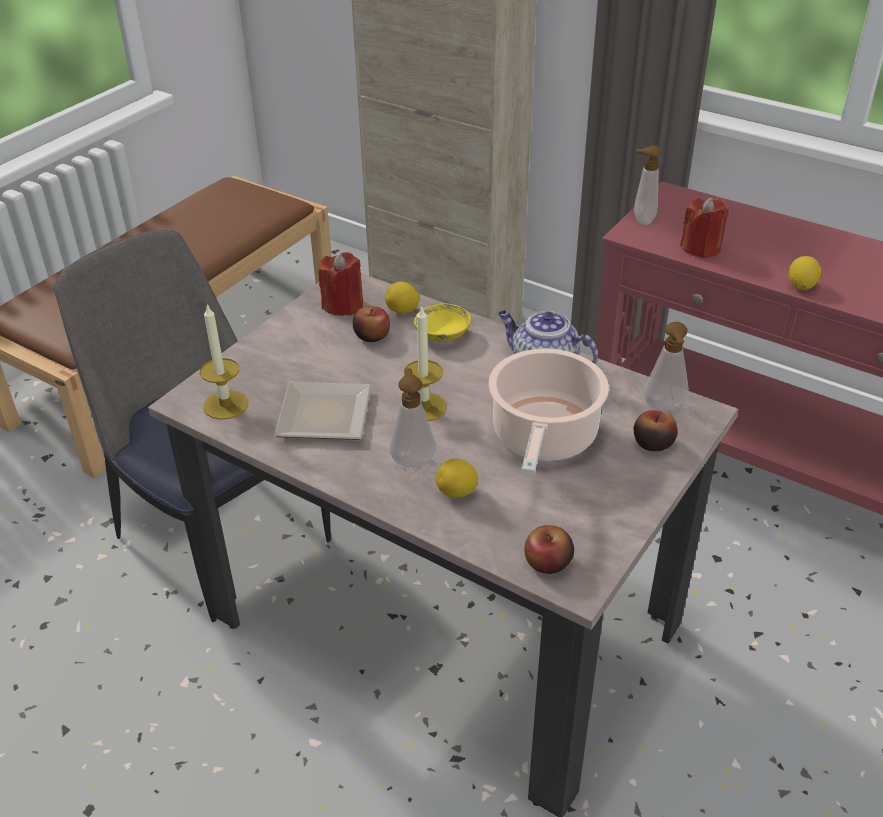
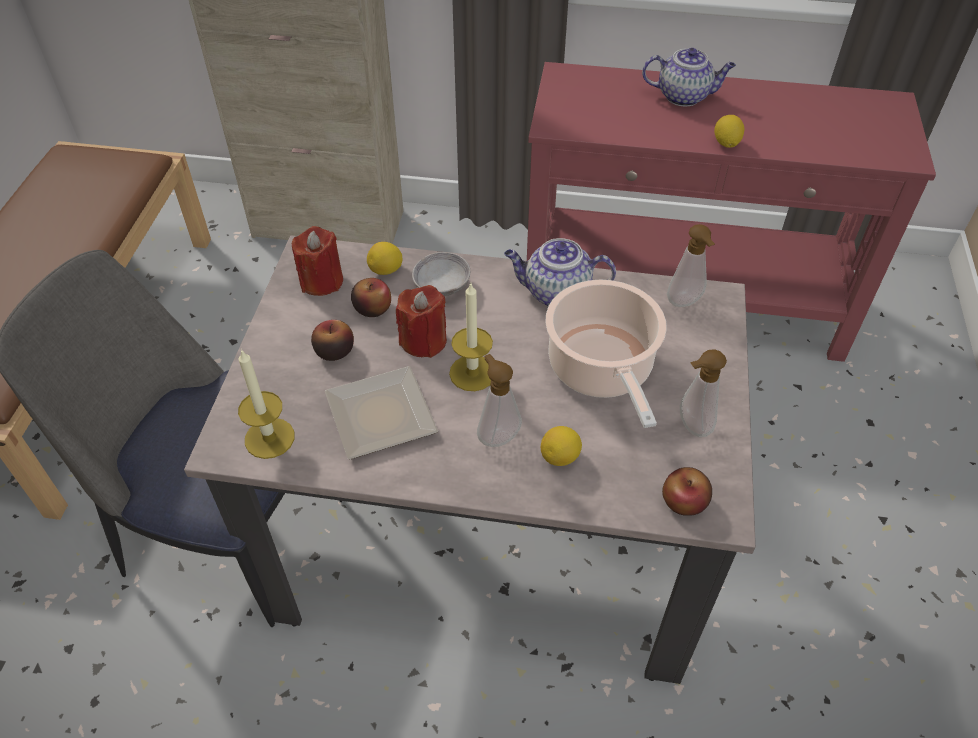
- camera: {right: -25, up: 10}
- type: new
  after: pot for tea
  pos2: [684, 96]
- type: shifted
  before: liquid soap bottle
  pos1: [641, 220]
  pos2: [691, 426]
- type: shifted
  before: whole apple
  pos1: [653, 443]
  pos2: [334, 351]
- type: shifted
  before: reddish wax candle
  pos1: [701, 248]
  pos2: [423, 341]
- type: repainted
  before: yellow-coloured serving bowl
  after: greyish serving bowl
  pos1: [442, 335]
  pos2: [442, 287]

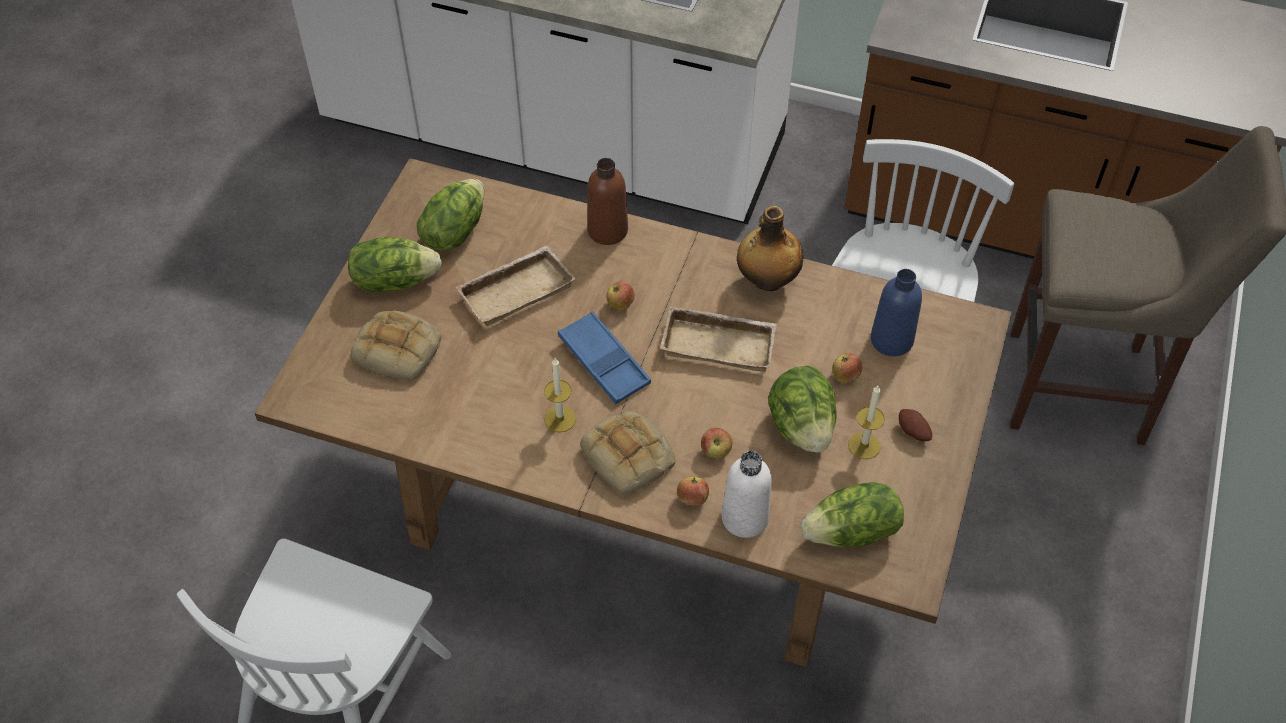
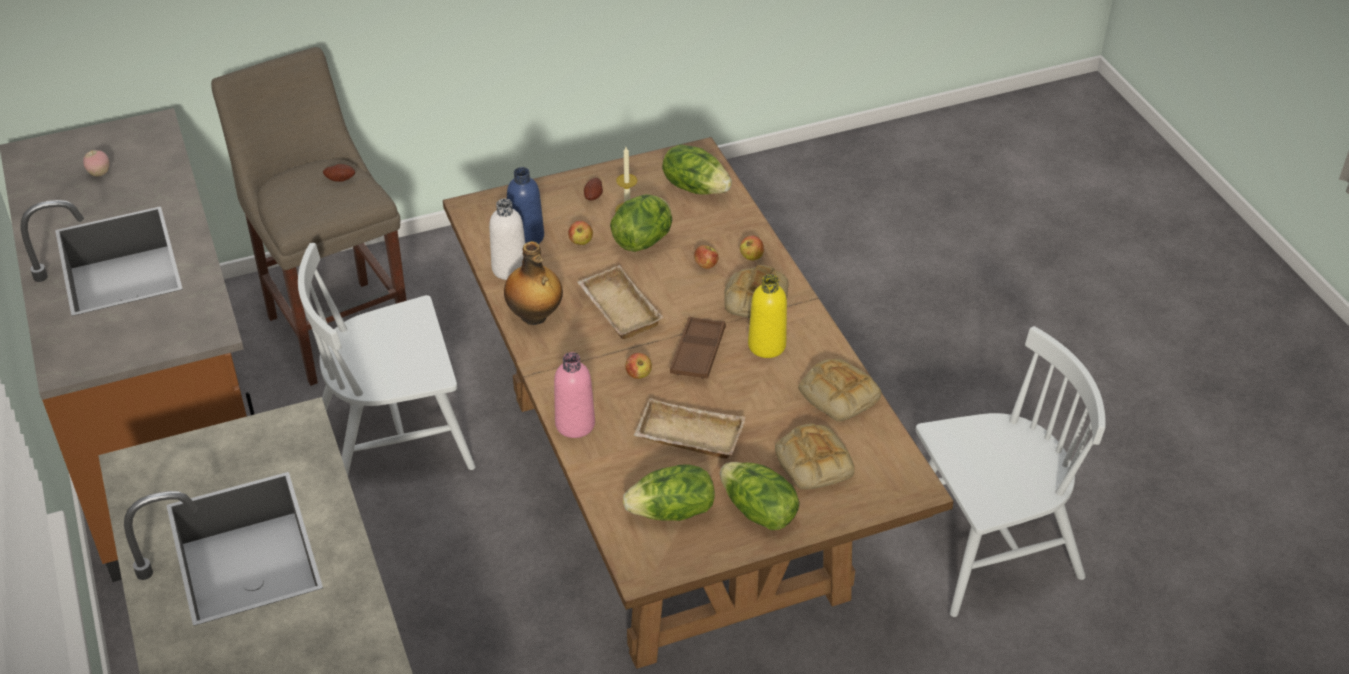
- camera: {right: -130, up: -10}
- type: new
  after: whole apple
  pos2: [99, 173]
- type: new
  after: potato
  pos2: [340, 179]
- type: new
  after: baked bread
  pos2: [837, 395]
- type: shifted
  before: white-coloured drink bottle
  pos1: [744, 518]
  pos2: [510, 269]
- type: swapped
  before: wax candle
  after: yellow-coloured drink bottle
  pos1: [560, 419]
  pos2: [766, 345]
- type: repainted
  before: bluish tray
  after: brown-coloured tray
  pos1: [604, 362]
  pos2: [698, 353]
- type: repainted
  before: brown-coloured drink bottle
  after: pink drink bottle
  pos1: [607, 230]
  pos2: [575, 424]

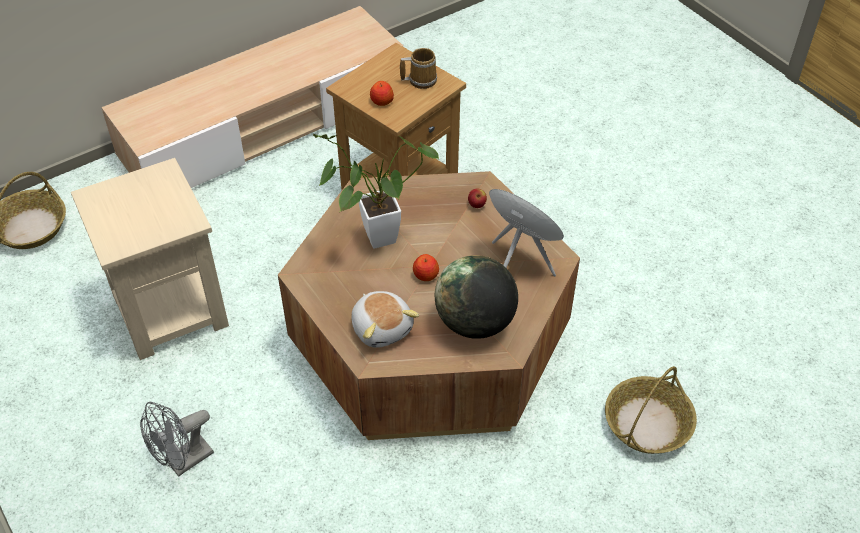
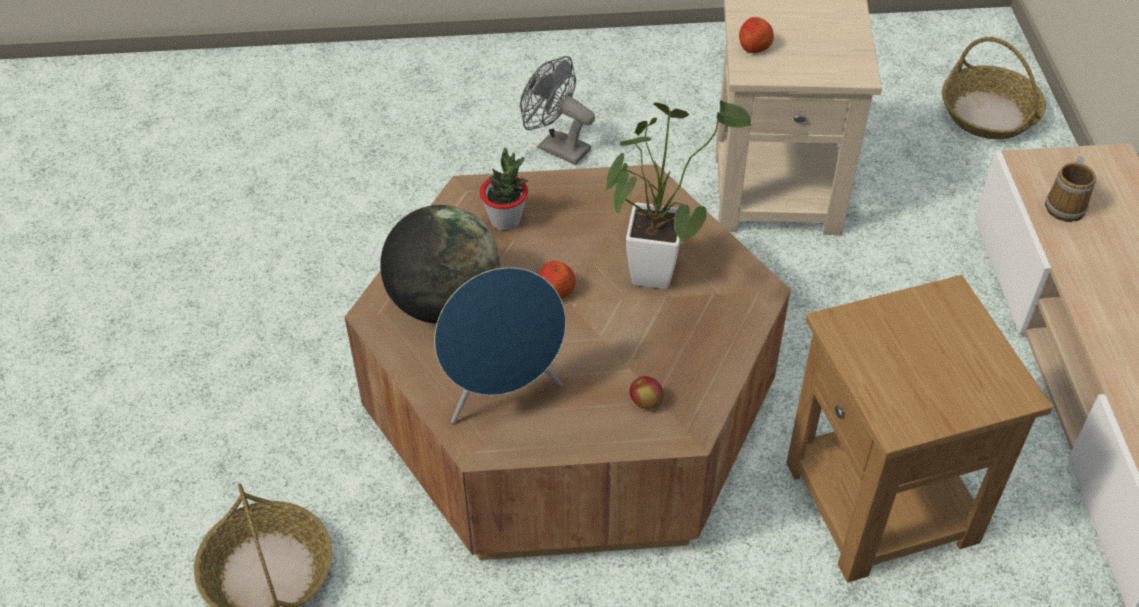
- camera: {right: 120, up: 0}
- type: shifted
  before: whole apple
  pos1: [381, 101]
  pos2: [754, 47]
- type: shifted
  before: tea mug
  pos1: [420, 80]
  pos2: [1067, 206]
- type: swapped
  before: soft toy
  after: potted plant
  pos1: [382, 327]
  pos2: [505, 220]
- type: rotated
  before: greyish cooling fan
  pos1: [183, 462]
  pos2: [556, 147]
  turn: -45

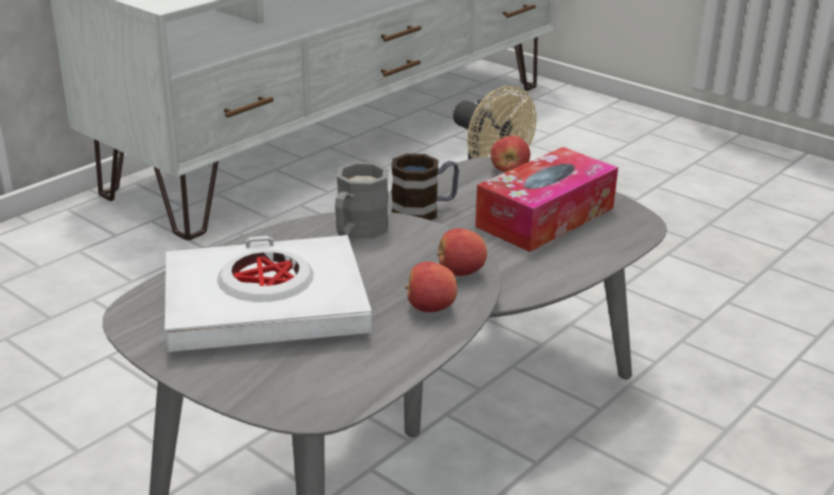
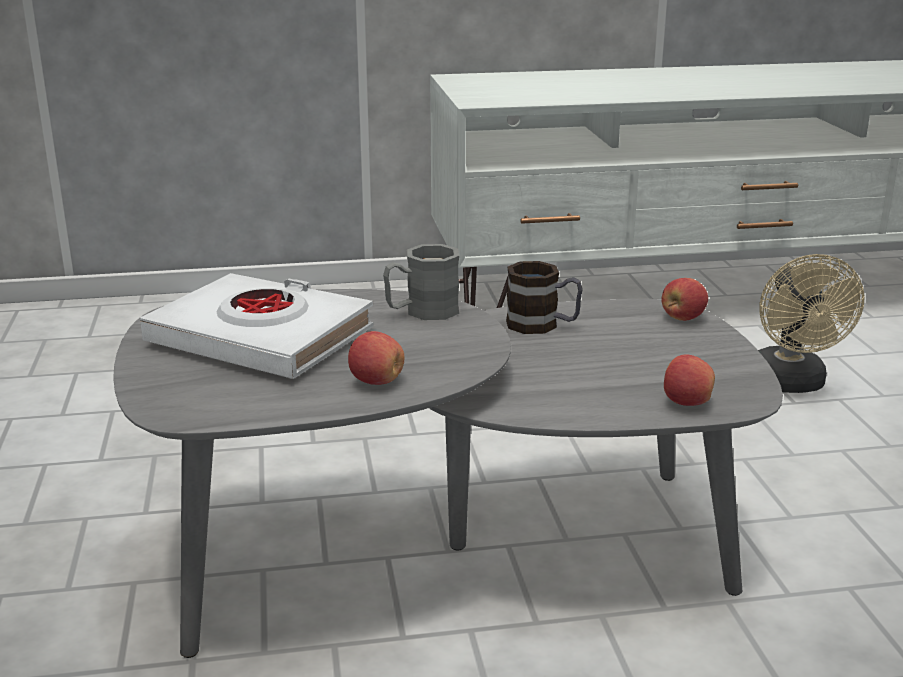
- camera: {right: 40, up: -5}
- type: gone
  before: box of tissues
  pos1: [545, 217]
- type: shifted
  before: whole apple
  pos1: [460, 272]
  pos2: [686, 402]

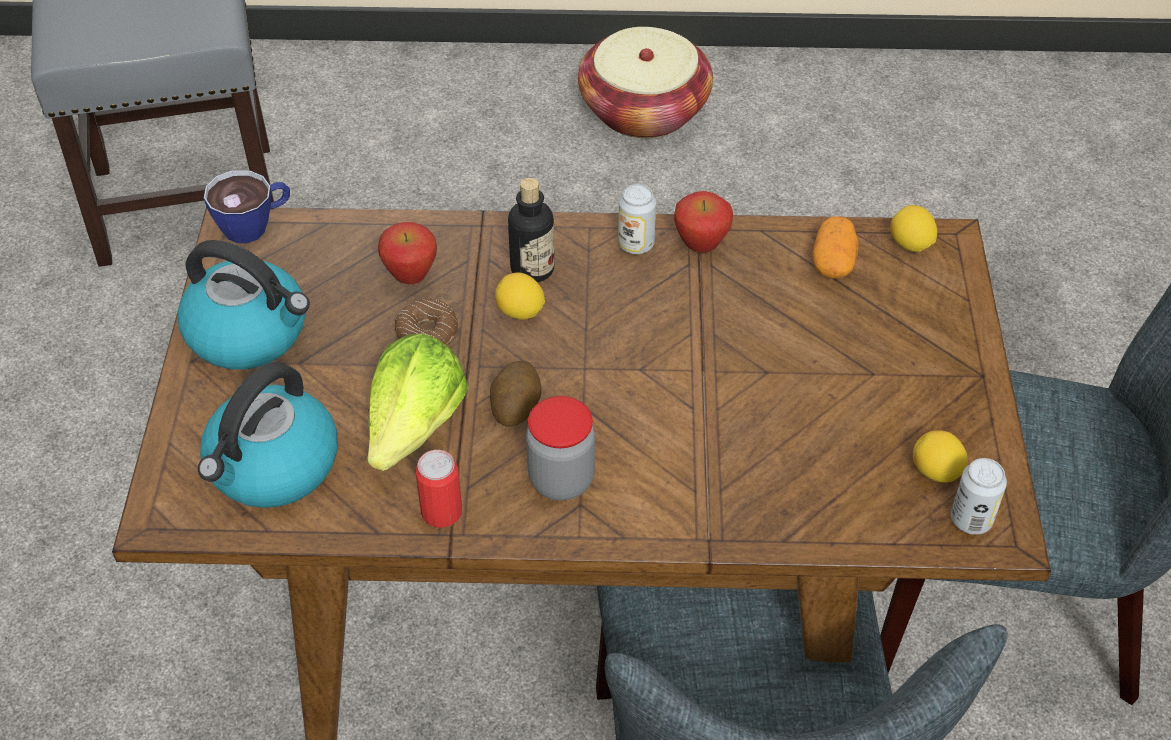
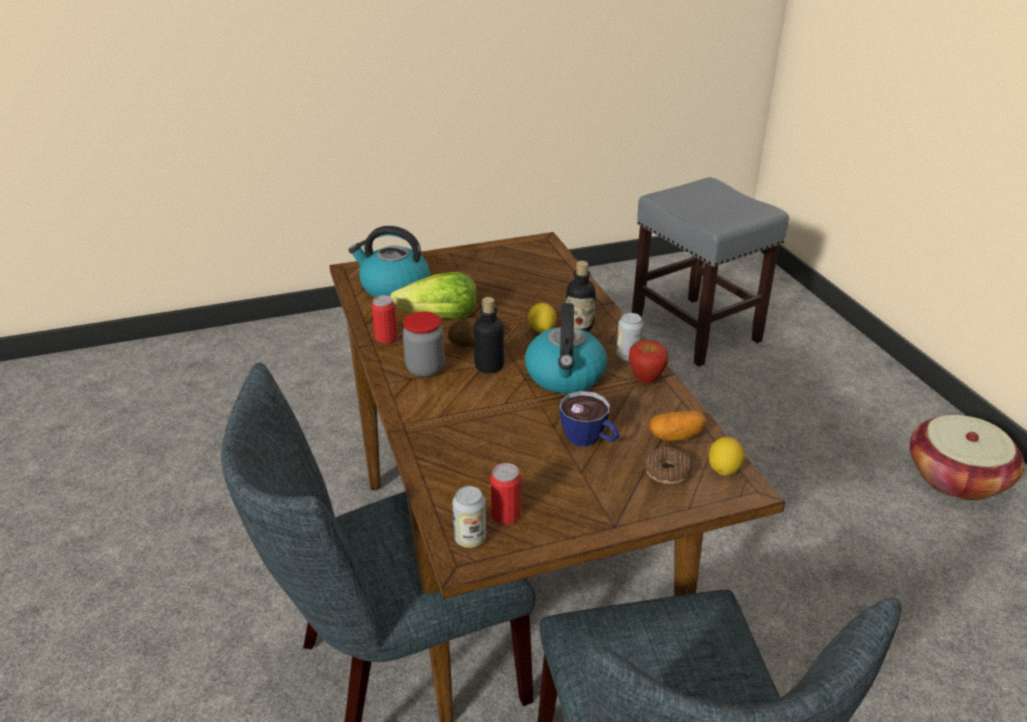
- camera: {right: 70, up: -15}
- type: gone
  before: whole apple
  pos1: [411, 277]
- type: new
  after: drink bottle
  pos2: [489, 366]
- type: shifted
  before: kettle
  pos1: [250, 333]
  pos2: [565, 376]
- type: shifted
  before: cup
  pos1: [255, 225]
  pos2: [589, 440]
- type: shifted
  before: ring doughnut
  pos1: [427, 332]
  pos2: [667, 471]
- type: swapped
  before: citrus fruit
  after: metal can
  pos1: [935, 472]
  pos2: [505, 515]

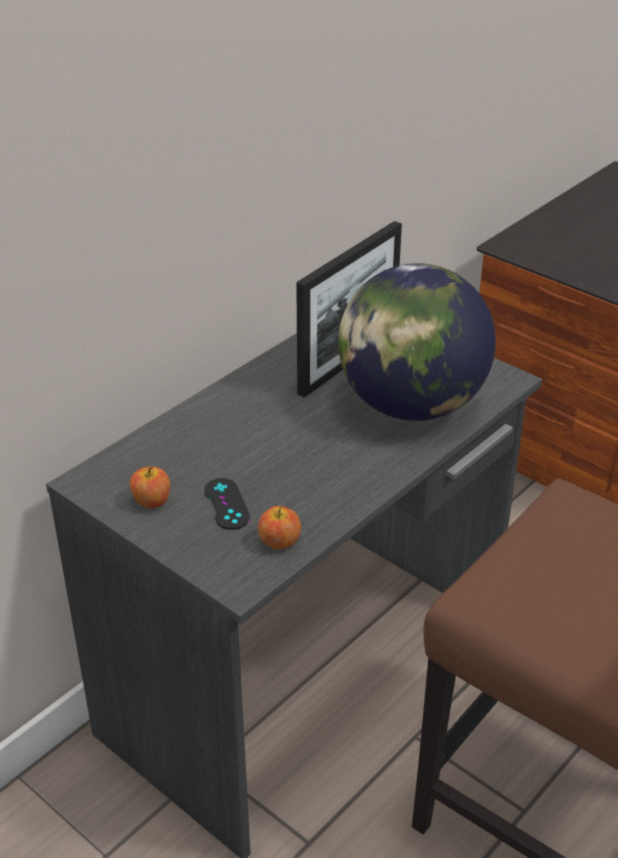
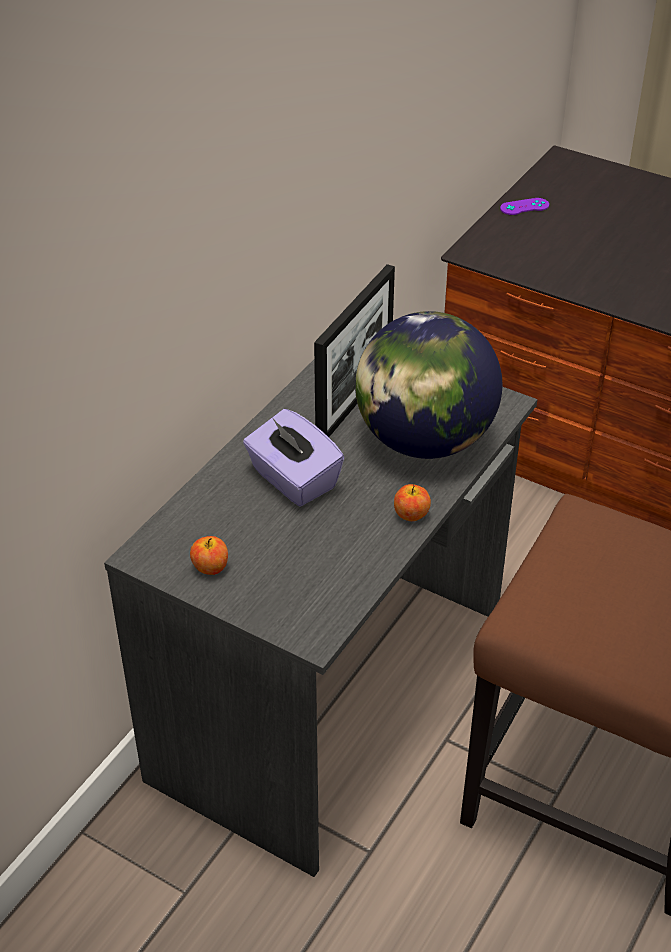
- camera: {right: -10, up: 5}
- type: gone
  before: black-coloured gamepad
  pos1: [226, 504]
- type: new
  after: purple-coloured box of tissues
  pos2: [293, 480]
- type: new
  after: purple-coloured gamepad
  pos2: [524, 207]
- type: shifted
  before: whole apple
  pos1: [279, 542]
  pos2: [411, 515]

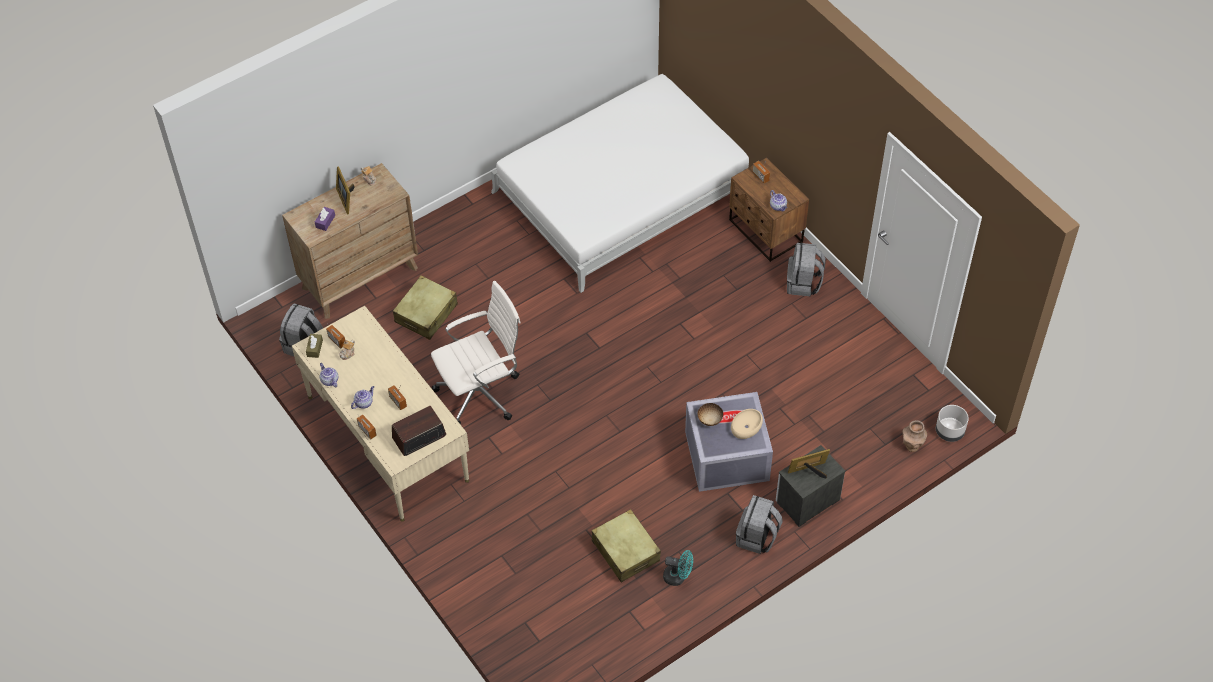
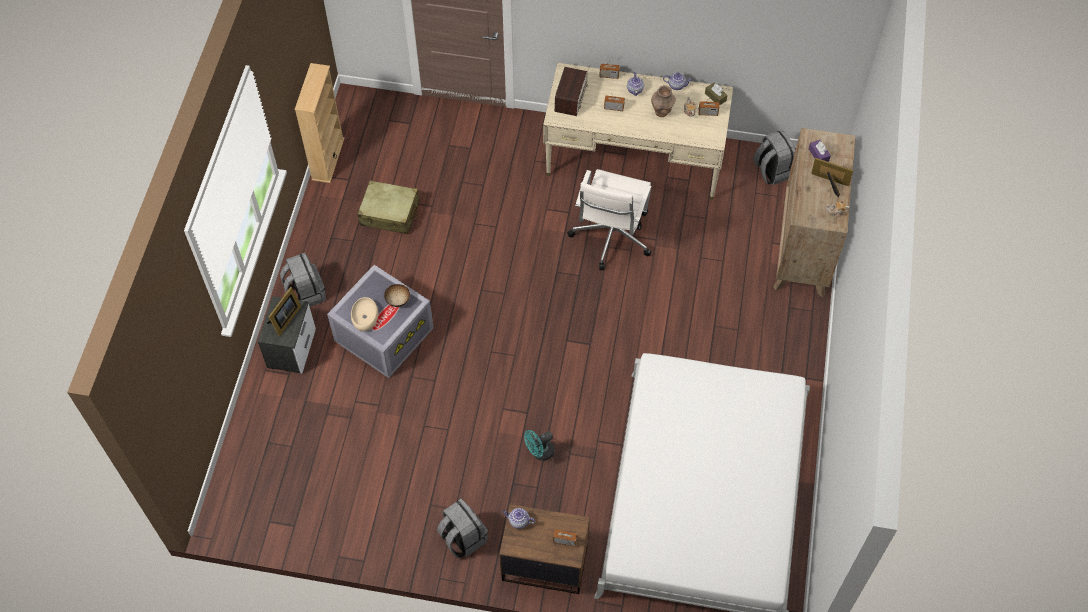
- camera: {right: 135, up: 5}
- type: gone
  before: sand-coloured piece of luggage
  pos1: [426, 313]
- type: gone
  before: greyish planter
  pos1: [949, 432]
- type: new
  after: sand-coloured bookshelf
  pos2: [327, 159]
- type: shifted
  before: blue-green cooling fan
  pos1: [678, 577]
  pos2: [539, 452]
- type: shifted
  before: brown-coloured vase
  pos1: [912, 446]
  pos2: [661, 112]

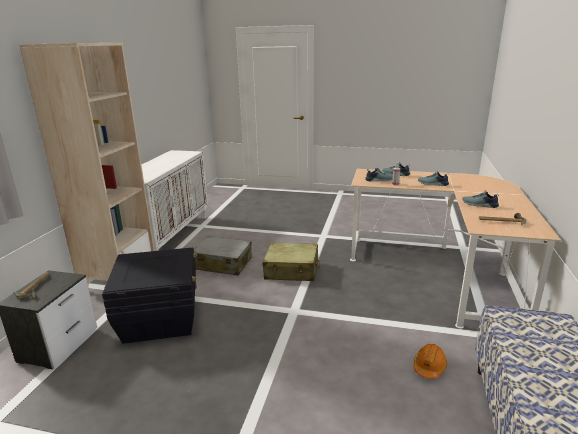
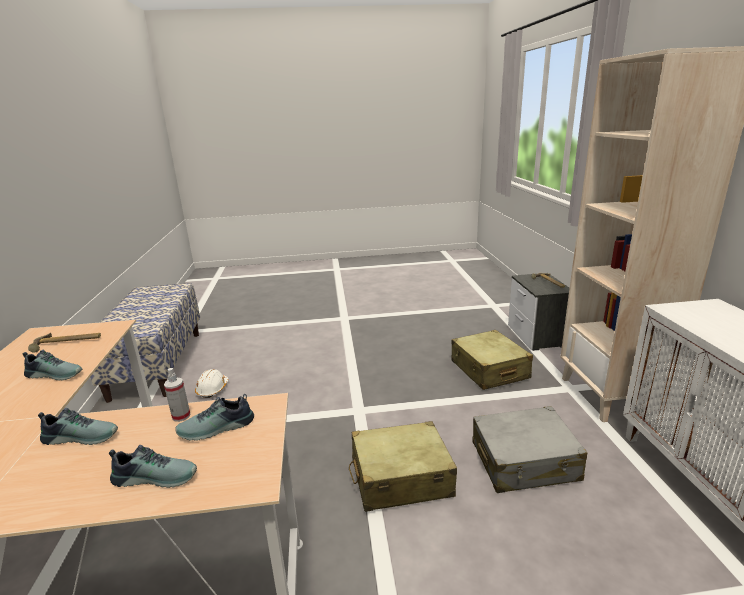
- camera: {right: 160, up: 0}
- type: swapped
  before: black-coloured storage bin
  after: sand-coloured piece of luggage
  pos1: [161, 319]
  pos2: [489, 370]
- type: repainted
  before: orange safety helmet
  after: white-coloured safety helmet
  pos1: [429, 367]
  pos2: [212, 389]

